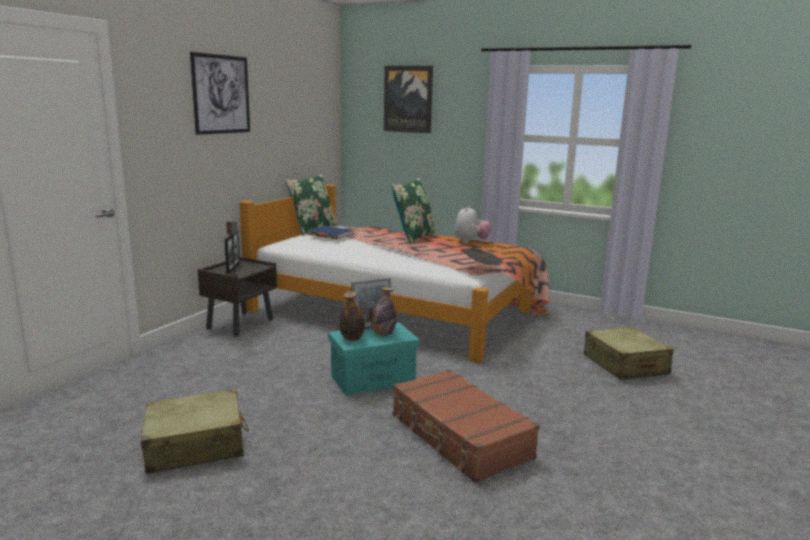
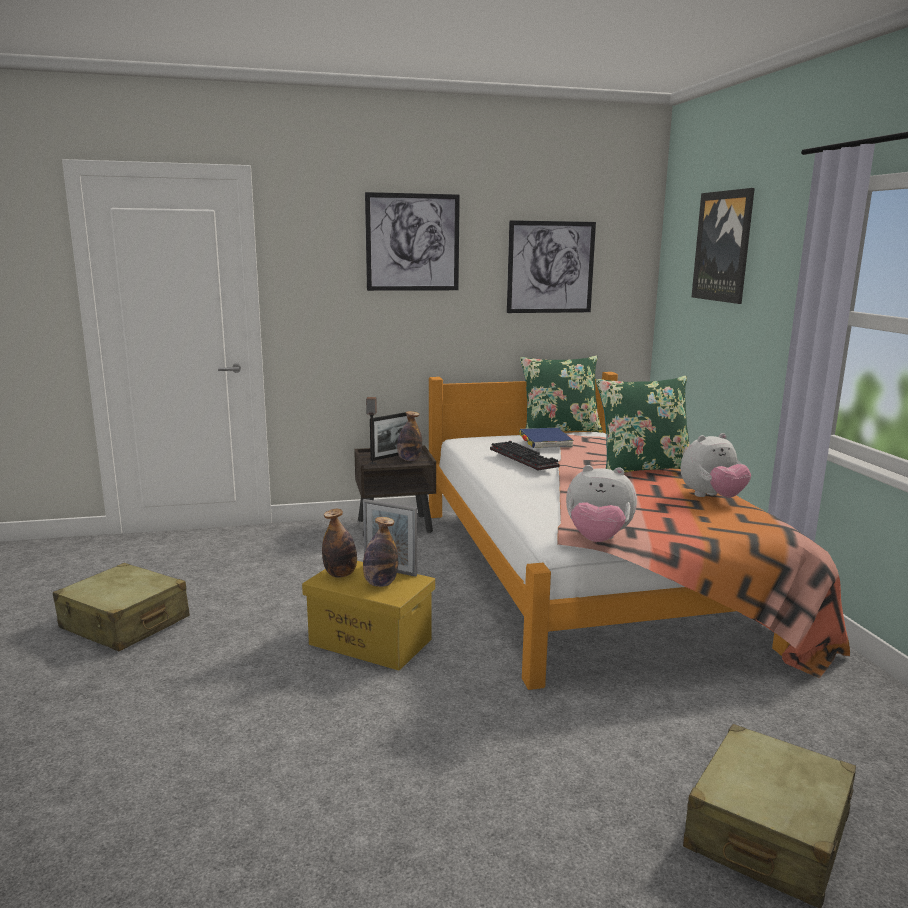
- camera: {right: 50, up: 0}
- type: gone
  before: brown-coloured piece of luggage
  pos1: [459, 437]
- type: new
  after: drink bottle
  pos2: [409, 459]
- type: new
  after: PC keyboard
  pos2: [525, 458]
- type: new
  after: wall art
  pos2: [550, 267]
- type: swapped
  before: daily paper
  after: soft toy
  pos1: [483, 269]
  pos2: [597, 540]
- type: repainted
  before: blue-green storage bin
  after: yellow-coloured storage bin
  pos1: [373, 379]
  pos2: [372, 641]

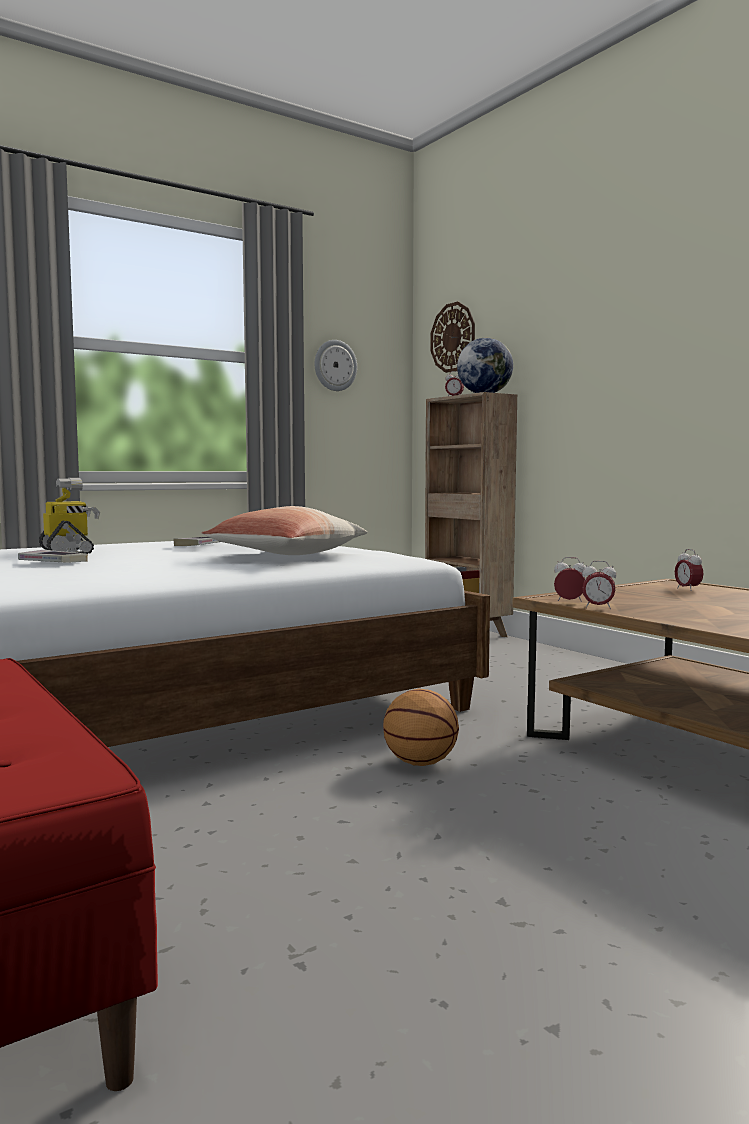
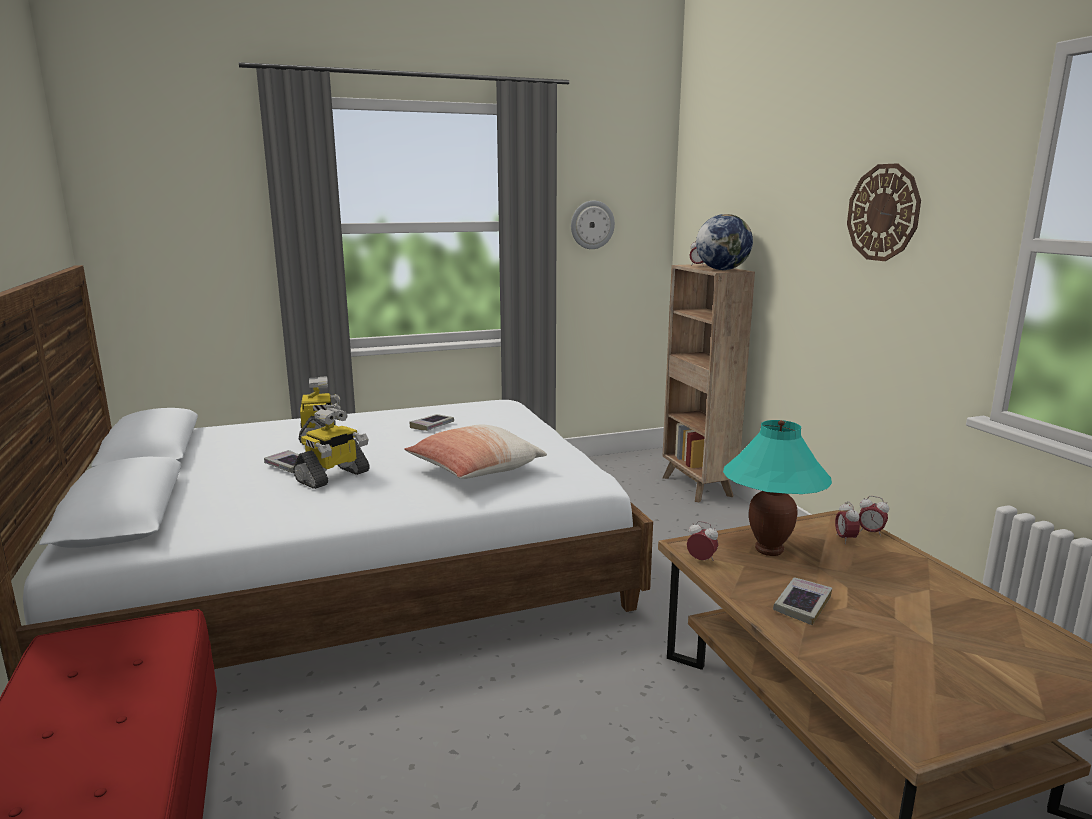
- camera: {right: 15, up: 10}
- type: gone
  before: basketball
  pos1: [421, 763]
- type: new
  after: model robot
  pos2: [333, 477]
- type: new
  after: blue-green lamp for a table
  pos2: [768, 550]
- type: new
  after: book
  pos2: [802, 605]
- type: shifted
  before: clock on the wall
  pos1: [453, 337]
  pos2: [883, 212]
- type: shifted
  before: table clock
  pos1: [598, 607]
  pos2: [870, 532]

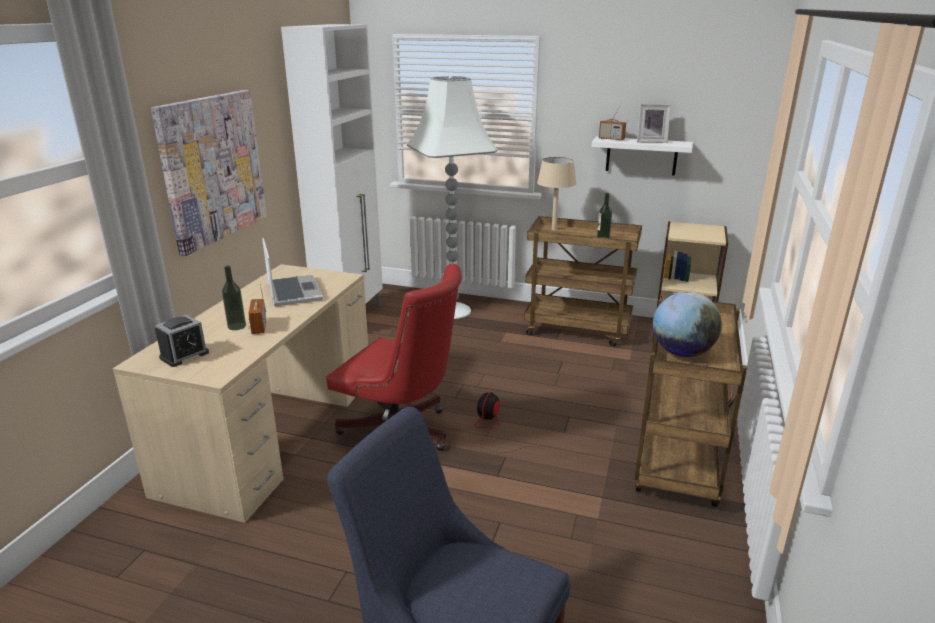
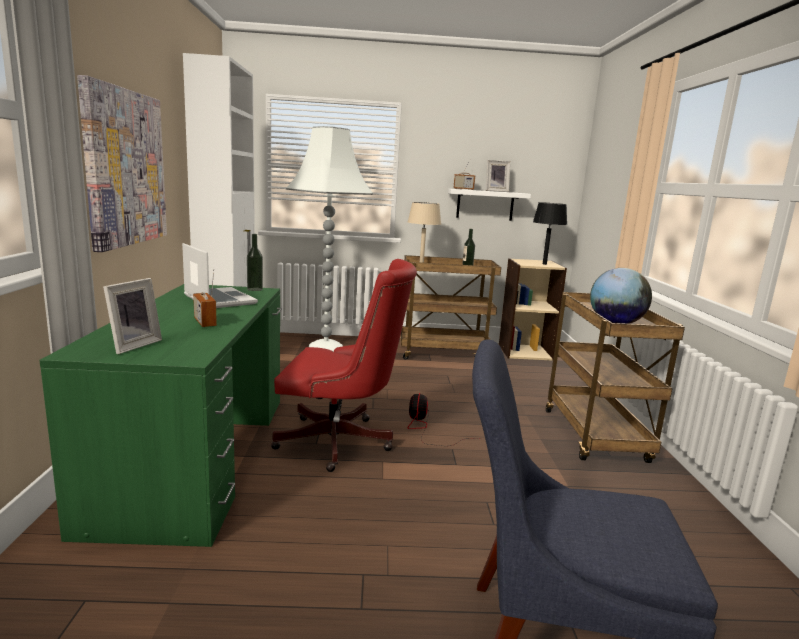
- camera: {right: -20, up: -10}
- type: new
  after: black-coloured lamp for a table
  pos2: [544, 264]
- type: shifted
  before: drink bottle
  pos1: [237, 326]
  pos2: [255, 289]
- type: swapped
  before: table clock
  after: picture frame
  pos1: [184, 355]
  pos2: [132, 345]
- type: repainted
  before: sand-coloured desk unit
  after: green desk unit
  pos1: [275, 430]
  pos2: [199, 454]

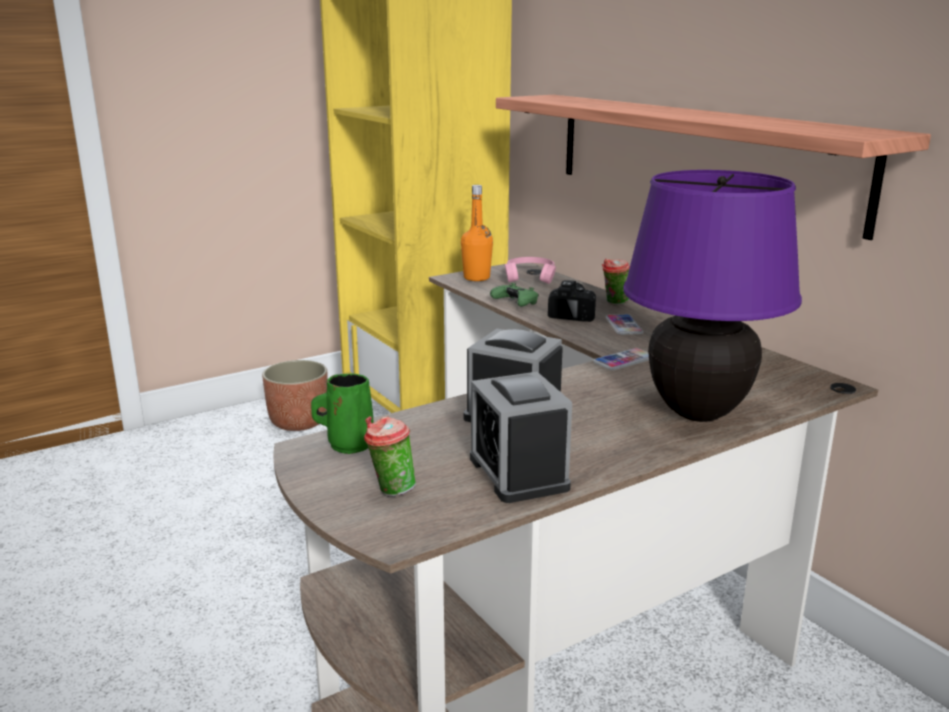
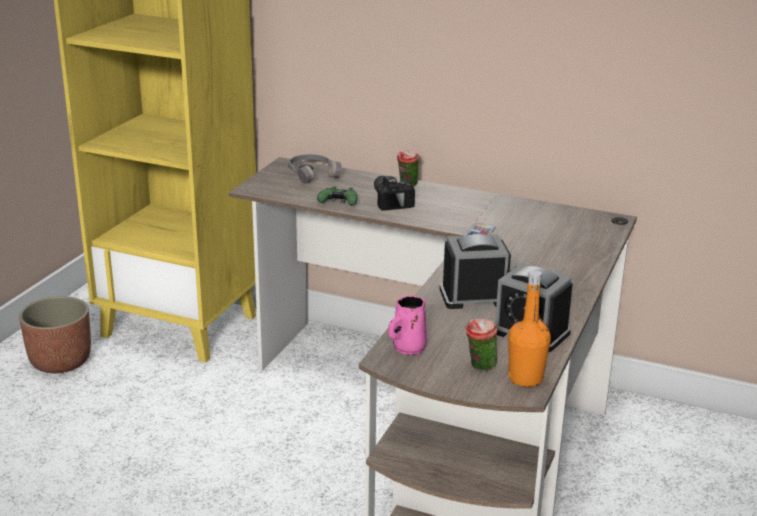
- camera: {right: -35, up: 5}
- type: gone
  before: wall shelf
  pos1: [696, 156]
- type: gone
  before: phone
  pos1: [623, 326]
- type: gone
  before: purple-coloured lamp for a table
  pos1: [697, 413]
- type: shifted
  before: orange drink bottle
  pos1: [476, 278]
  pos2: [525, 378]
- type: repainted
  before: green tea mug
  after: pink tea mug
  pos1: [347, 445]
  pos2: [407, 348]
- type: repainted
  before: pink headset
  after: greyish headset
  pos1: [530, 277]
  pos2: [312, 174]

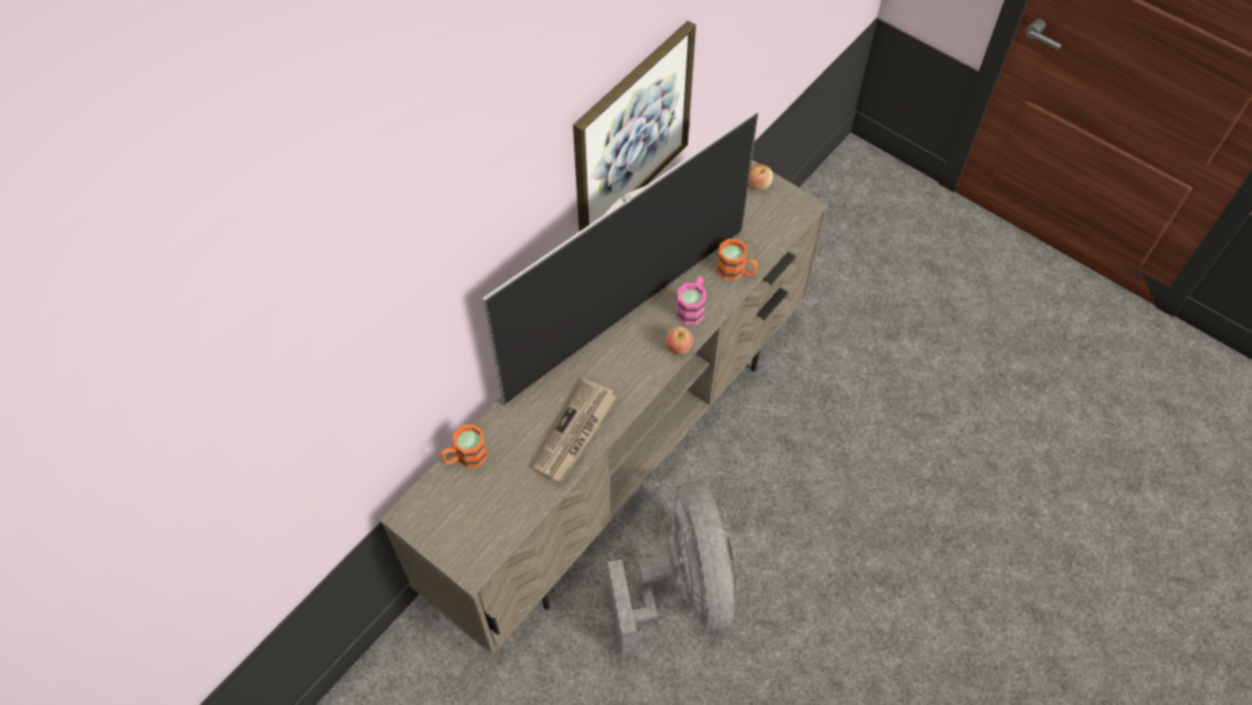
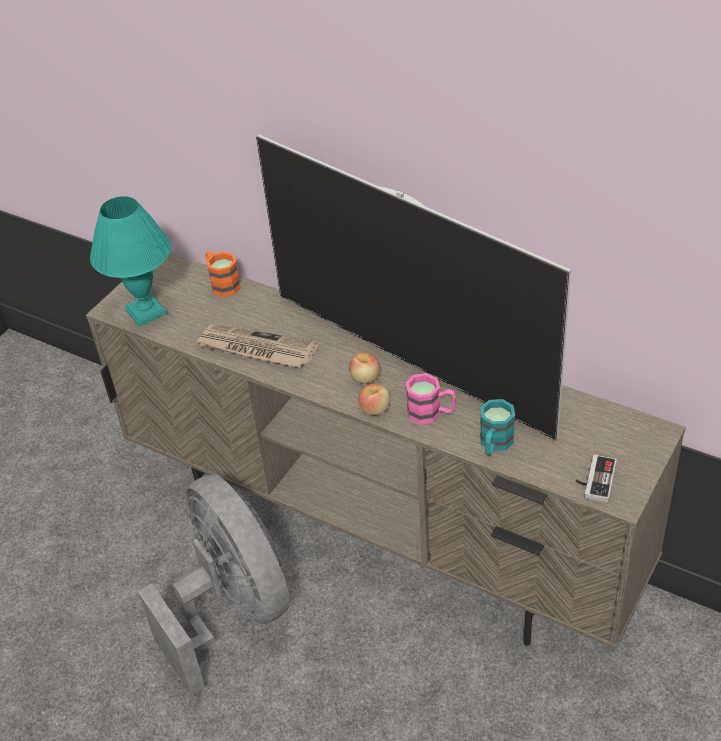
- camera: {right: 85, up: -15}
- type: gone
  before: wall art
  pos1: [631, 133]
- type: new
  after: blue-green lamp for a table
  pos2: [146, 311]
- type: new
  after: gamepad
  pos2: [594, 480]
- type: shifted
  before: whole apple
  pos1: [759, 184]
  pos2: [365, 378]
- type: repainted
  before: orange tea mug
  after: blue-green tea mug
  pos1: [736, 271]
  pos2: [494, 444]
- type: rotated
  before: greyish cooling fan
  pos1: [682, 588]
  pos2: [232, 610]
  turn: -105

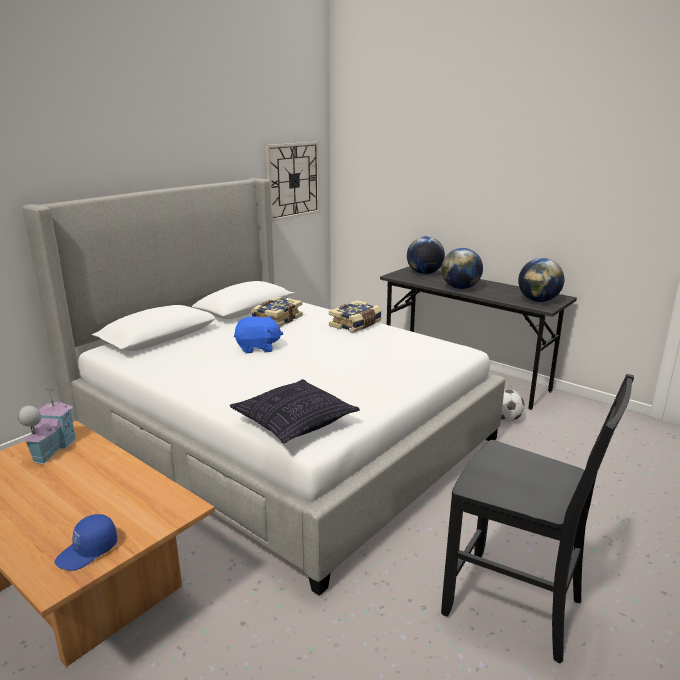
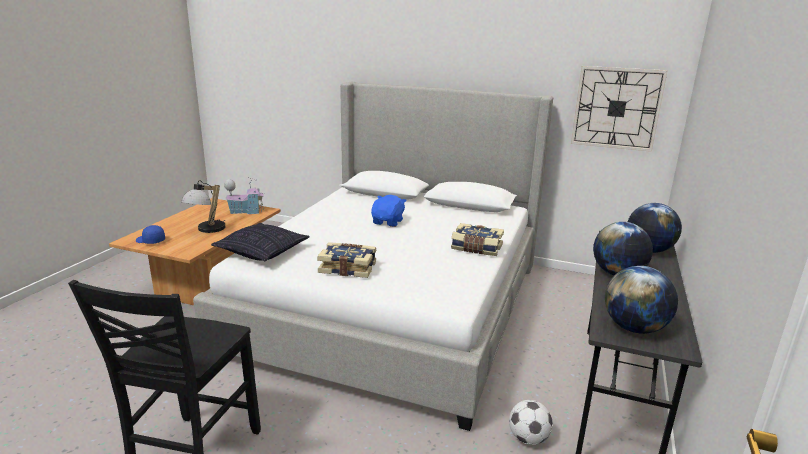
- camera: {right: 70, up: 0}
- type: new
  after: lamp for a table
  pos2: [207, 230]
- type: shifted
  before: book
  pos1: [276, 320]
  pos2: [348, 268]
- type: rotated
  before: bluish soft toy
  pos1: [258, 348]
  pos2: [388, 222]
  turn: -135

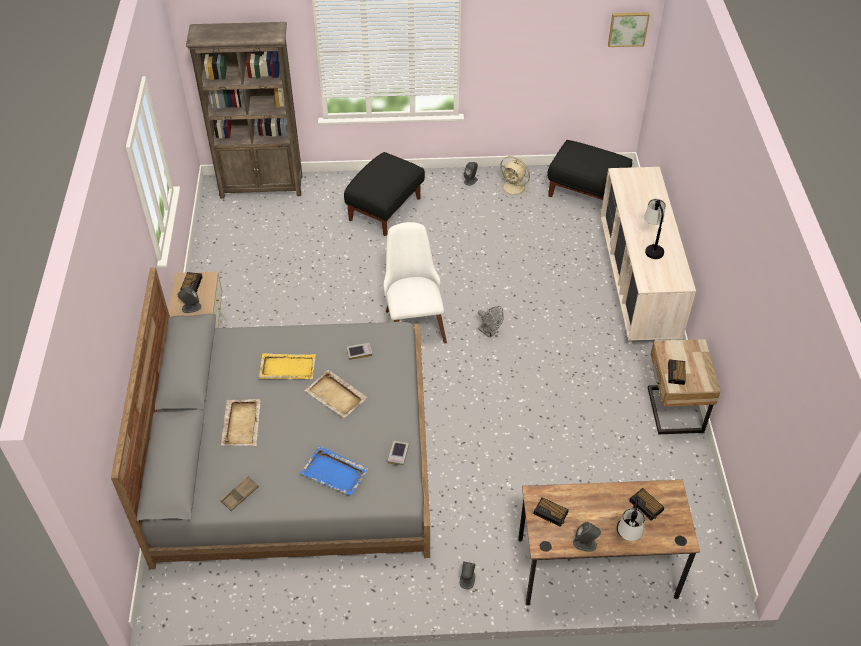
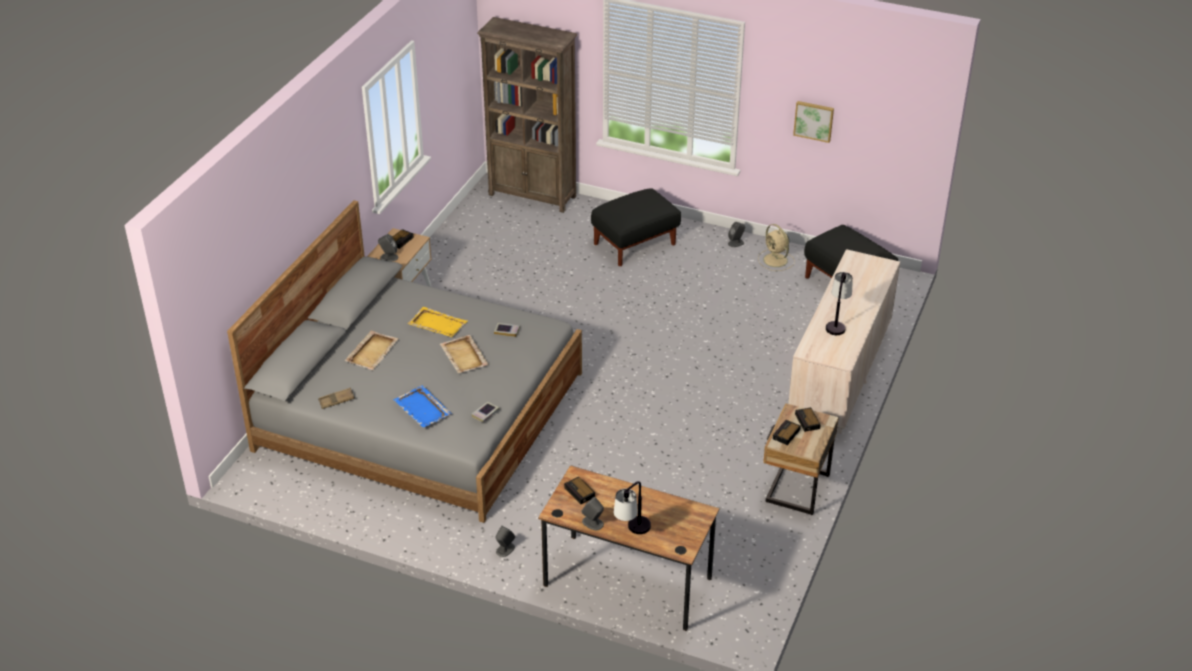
- camera: {right: 25, up: -10}
- type: gone
  before: white-coloured plain chair
  pos1: [413, 319]
- type: gone
  before: greyish cooling fan
  pos1: [489, 332]
- type: shifted
  before: wall art
  pos1: [628, 28]
  pos2: [814, 120]
- type: shifted
  before: table clock
  pos1: [646, 506]
  pos2: [807, 422]

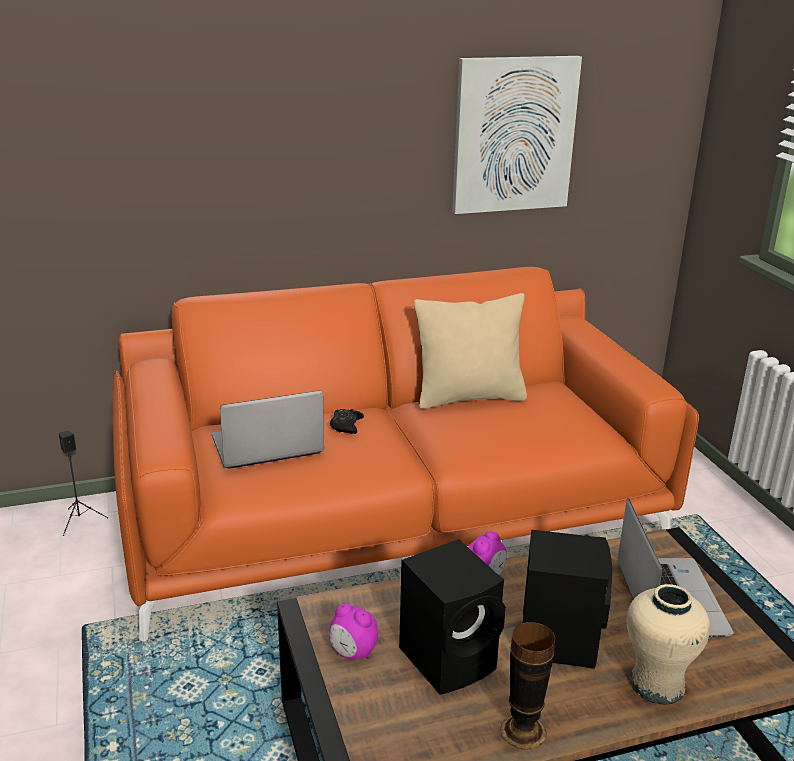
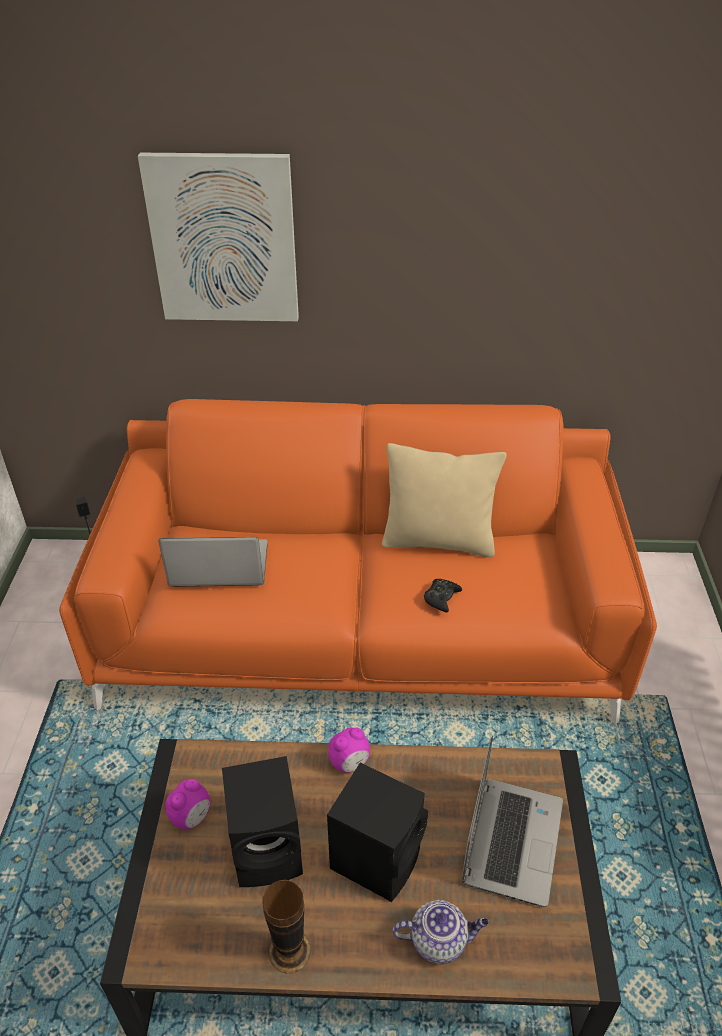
- camera: {right: 20, up: 15}
- type: shifted
  before: black-coloured gamepad
  pos1: [346, 425]
  pos2: [441, 598]
- type: shifted
  before: wall art
  pos1: [513, 135]
  pos2: [224, 239]
- type: swapped
  before: sand-coloured vase
  after: pot for tea
  pos1: [657, 685]
  pos2: [439, 940]
- type: rotated
  before: table clock
  pos1: [352, 653]
  pos2: [191, 817]
  turn: -105

